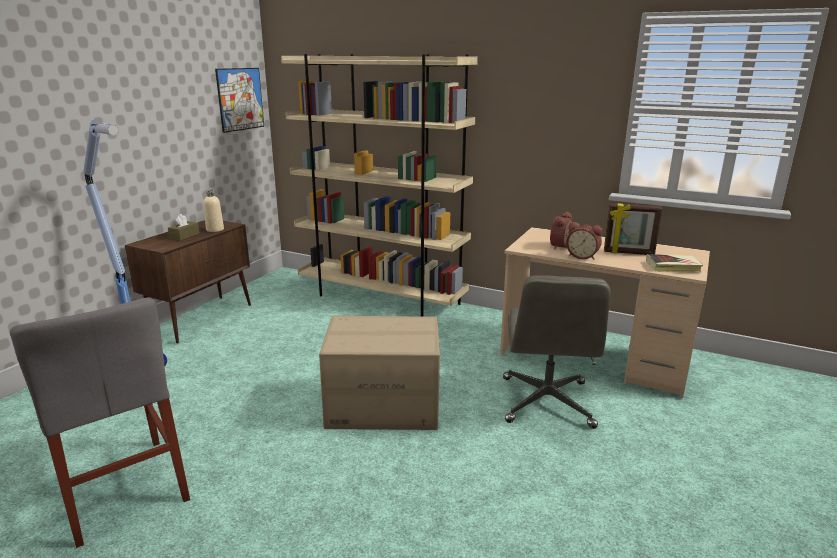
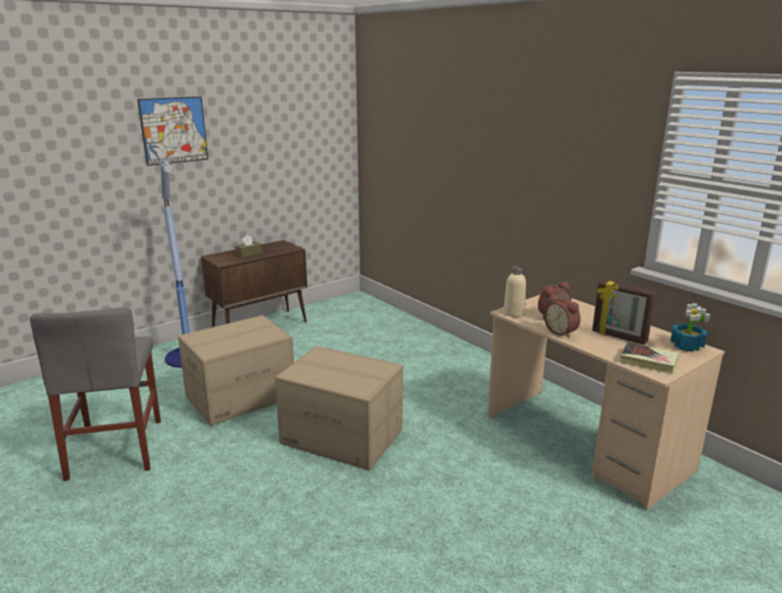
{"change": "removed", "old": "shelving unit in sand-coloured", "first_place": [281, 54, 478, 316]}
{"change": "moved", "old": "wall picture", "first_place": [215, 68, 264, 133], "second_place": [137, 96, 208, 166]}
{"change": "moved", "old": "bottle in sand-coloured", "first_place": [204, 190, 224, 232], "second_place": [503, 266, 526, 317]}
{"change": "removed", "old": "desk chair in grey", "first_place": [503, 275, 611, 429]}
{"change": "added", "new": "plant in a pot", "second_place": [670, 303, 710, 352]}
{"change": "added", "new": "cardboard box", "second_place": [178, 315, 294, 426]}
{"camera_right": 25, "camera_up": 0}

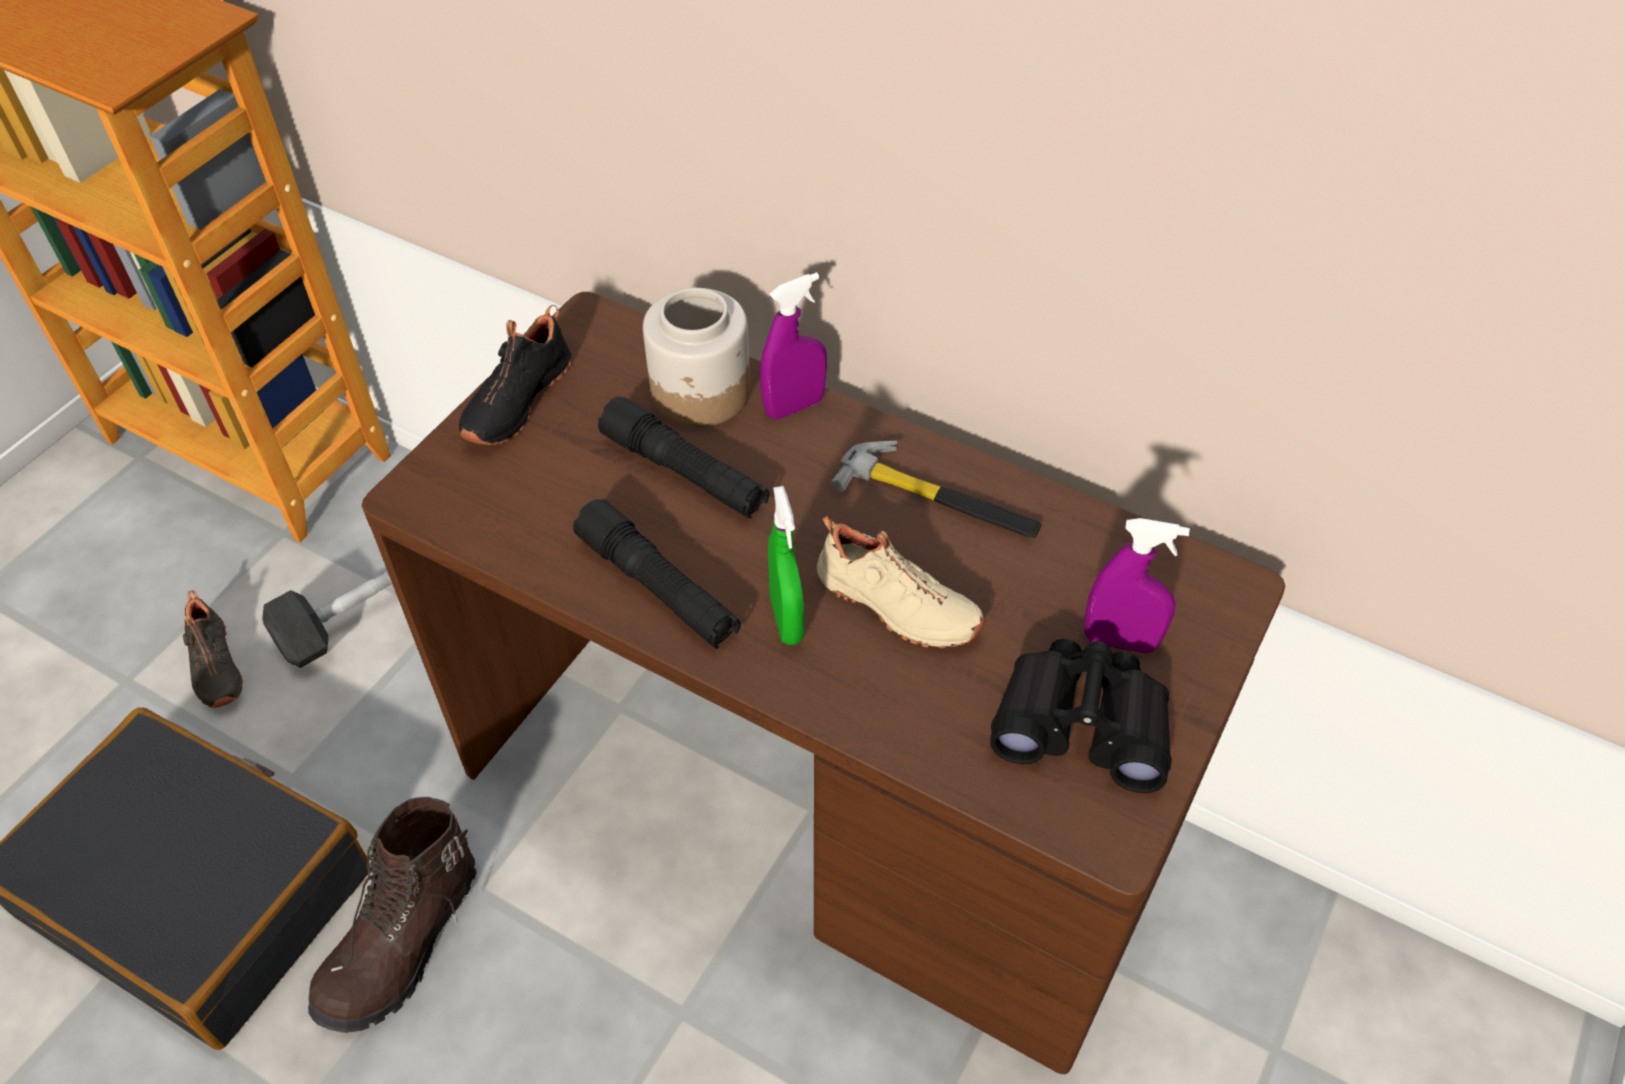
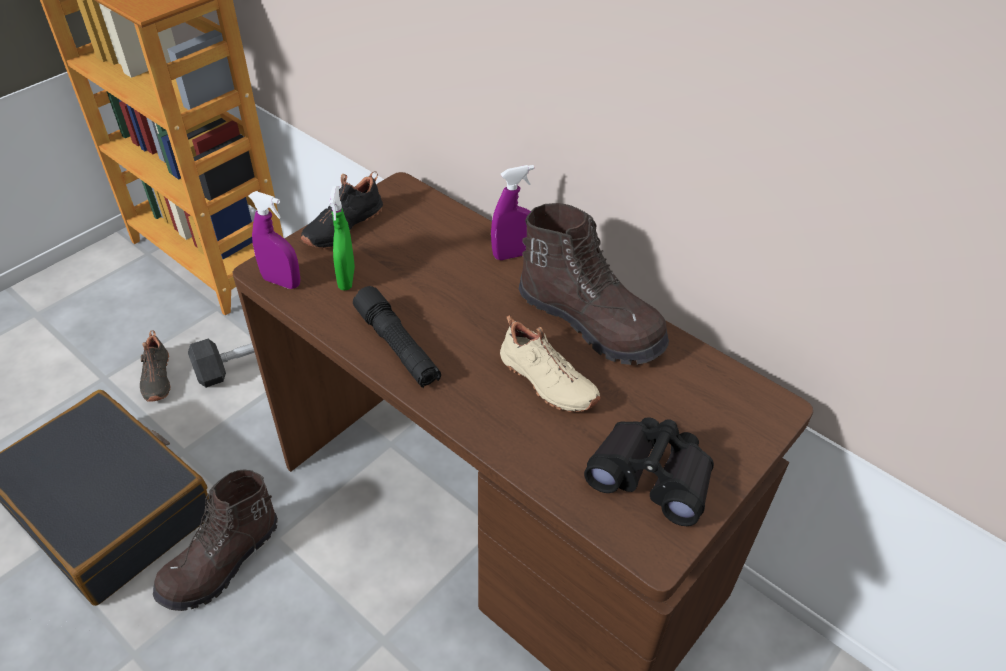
{"change": "removed", "old": "storage jar", "first_place": [643, 288, 750, 427]}
{"change": "removed", "old": "torch in blackish", "first_place": [598, 397, 769, 519]}
{"change": "replaced", "old": "hand hammer", "new": "tall boot in brown-coloured", "first_place": [830, 441, 1041, 538], "second_place": [519, 203, 669, 365]}
{"change": "moved", "old": "hand sprayer in greenish", "first_place": [768, 486, 804, 645], "second_place": [329, 186, 355, 290]}
{"change": "moved", "old": "hand sprayer in purplish", "first_place": [1084, 518, 1190, 653], "second_place": [248, 191, 300, 289]}
{"camera_right": 10, "camera_up": -5}

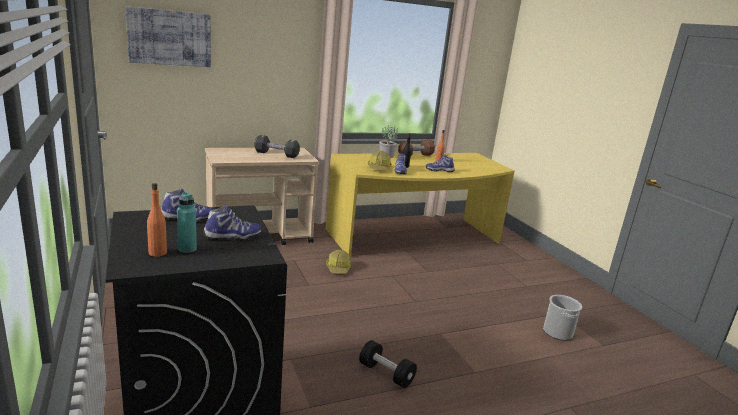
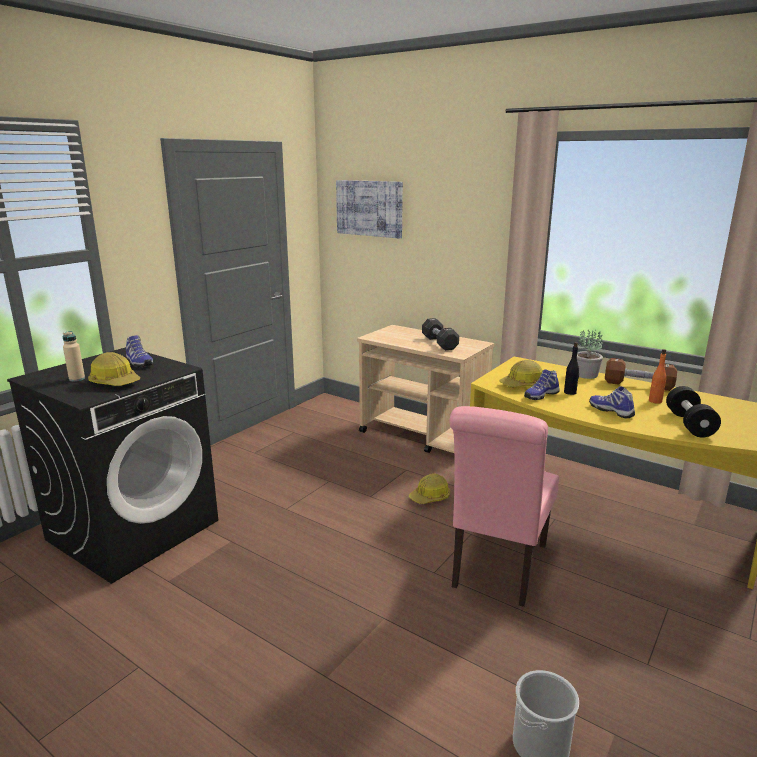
{"change": "removed", "old": "bottle in orangey", "first_place": [147, 183, 167, 257]}
{"change": "recoloured", "old": "bottle in blue-green", "new": "bottle in sand-coloured", "first_place": [177, 192, 197, 253], "second_place": [63, 331, 85, 382]}
{"change": "replaced", "old": "shoe", "new": "safety helmet", "first_place": [203, 206, 262, 241], "second_place": [88, 352, 141, 386]}
{"change": "moved", "old": "free weight in blackish", "first_place": [359, 340, 417, 388], "second_place": [666, 386, 721, 438]}
{"change": "added", "new": "upright chair in pinkish", "second_place": [449, 406, 559, 607]}
{"camera_right": 60, "camera_up": 0}

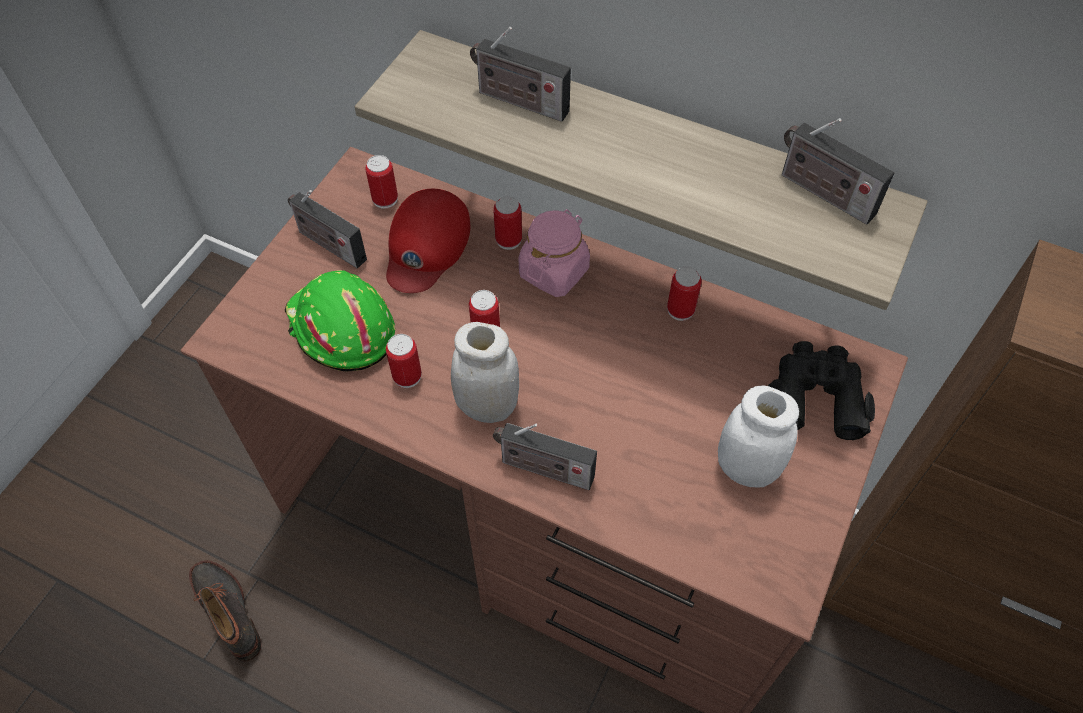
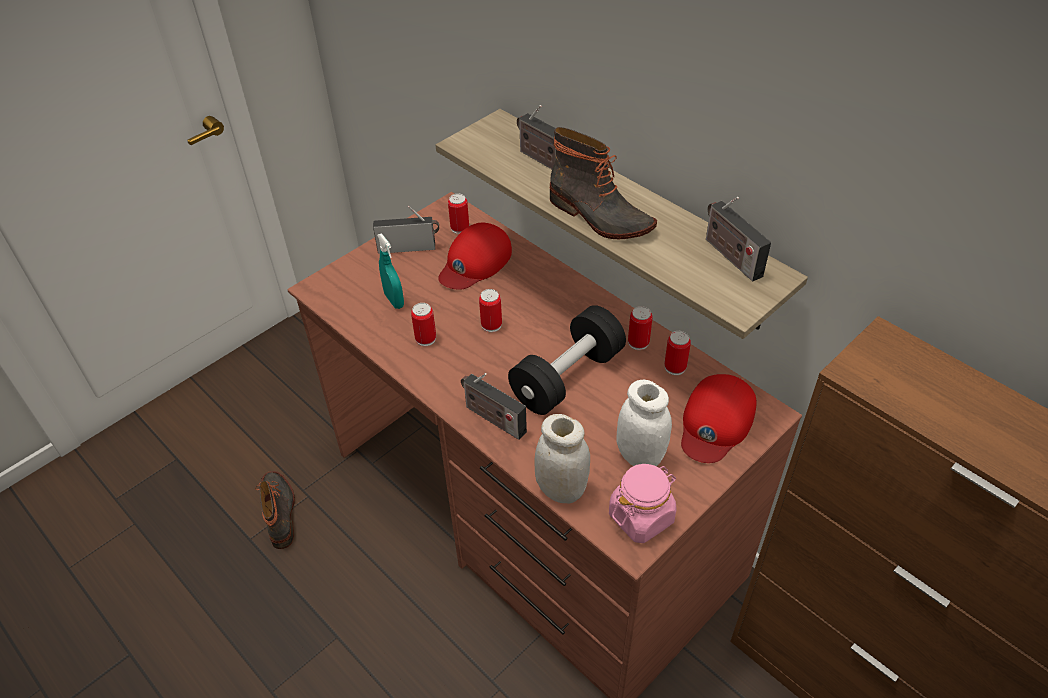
{"change": "turned", "old": "radio", "first_place": [288, 190, 367, 268], "second_place": [373, 206, 439, 254], "degrees": 120}
{"change": "moved", "old": "can", "first_place": [493, 196, 522, 250], "second_place": [664, 331, 691, 375]}
{"change": "moved", "old": "storage jar in pinkish", "first_place": [518, 209, 590, 297], "second_place": [609, 464, 676, 543]}
{"change": "replaced", "old": "safety helmet in greenish", "new": "hand sprayer in blue-green", "first_place": [285, 270, 395, 371], "second_place": [377, 233, 404, 309]}
{"change": "moved", "old": "storage jar in white-coloured", "first_place": [451, 322, 519, 423], "second_place": [534, 414, 590, 503]}
{"change": "replaced", "old": "pair of binoculars in blackish", "new": "baseball cap in red", "first_place": [768, 341, 875, 440], "second_place": [681, 374, 757, 463]}
{"change": "added", "new": "tall boot", "second_place": [550, 127, 657, 239]}
{"change": "added", "new": "free weight in blackish", "second_place": [508, 305, 626, 415]}
{"camera_right": 20, "camera_up": -10}

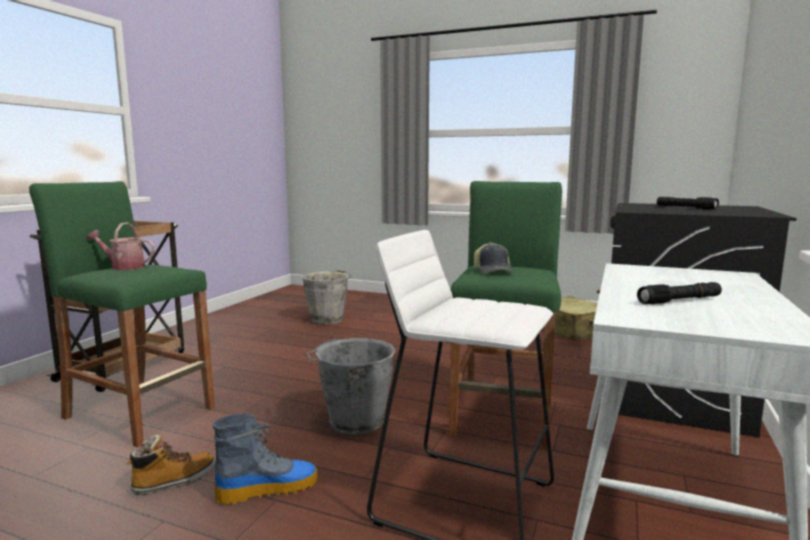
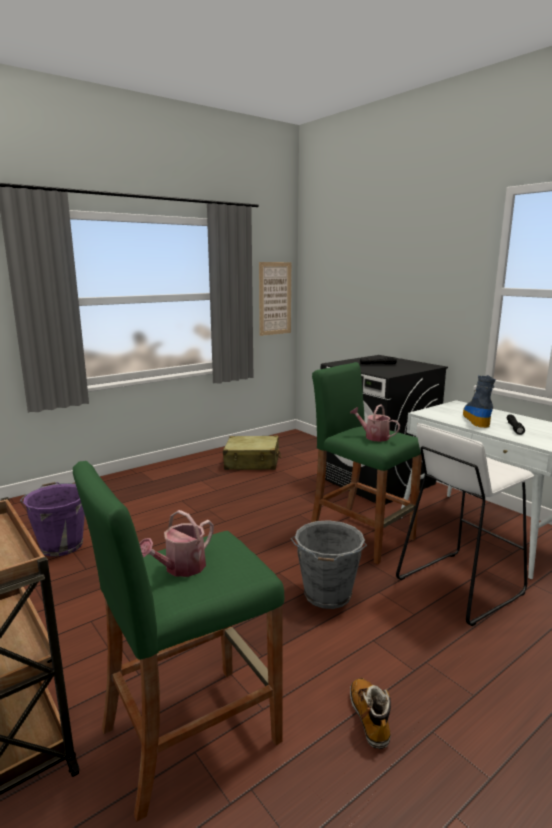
{"change": "replaced", "old": "baseball cap", "new": "watering can", "first_place": [474, 242, 514, 274], "second_place": [350, 404, 400, 442]}
{"change": "recoloured", "old": "pail in grey", "new": "pail in purplish", "first_place": [301, 270, 351, 325], "second_place": [20, 482, 85, 557]}
{"change": "moved", "old": "tall boot", "first_place": [213, 413, 318, 505], "second_place": [463, 375, 496, 428]}
{"change": "added", "new": "wall picture", "second_place": [259, 262, 291, 336]}
{"camera_right": -60, "camera_up": 5}

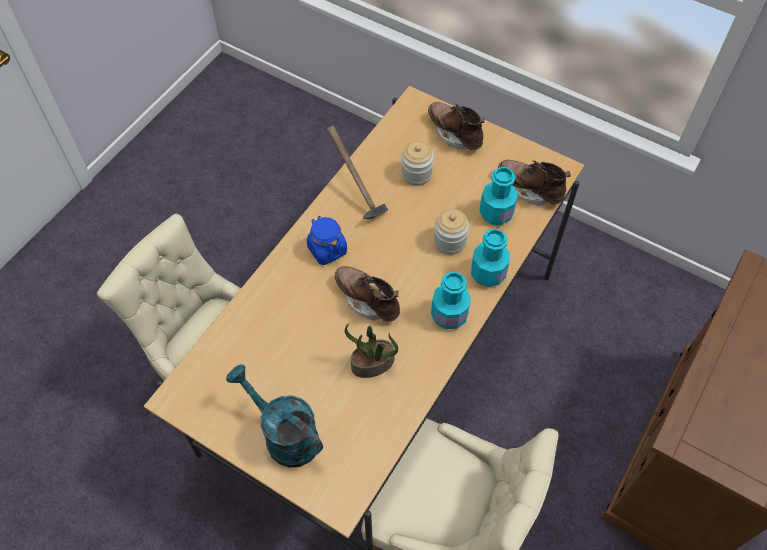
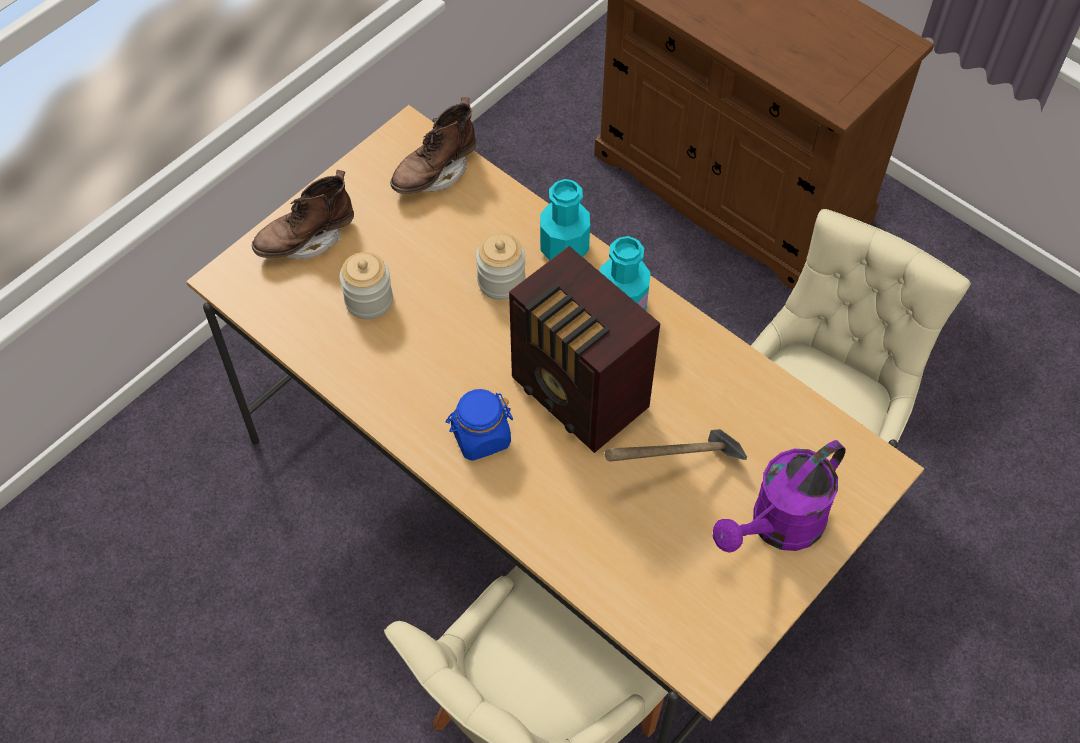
{"change": "moved", "old": "hand hammer", "first_place": [327, 126, 388, 219], "second_place": [605, 429, 747, 461]}
{"change": "removed", "old": "bottle in blue-green", "first_place": [479, 167, 518, 225]}
{"change": "replaced", "old": "tall boot in brown-coloured", "new": "radio", "first_place": [334, 266, 400, 322], "second_place": [509, 246, 660, 453]}
{"change": "removed", "old": "plant in a pot", "first_place": [345, 324, 398, 378]}
{"change": "recoloured", "old": "watering can in blue-green", "new": "watering can in purplish", "first_place": [226, 364, 323, 467], "second_place": [713, 440, 846, 553]}
{"camera_right": -80, "camera_up": 0}

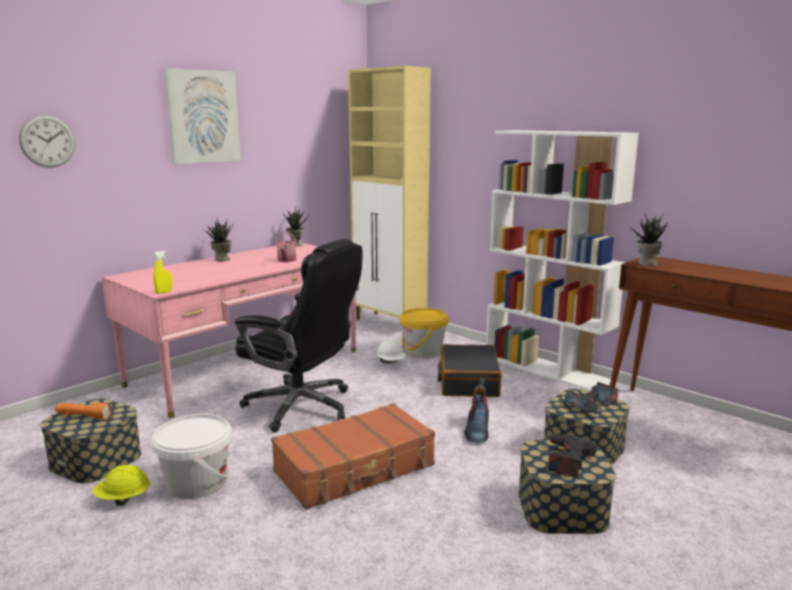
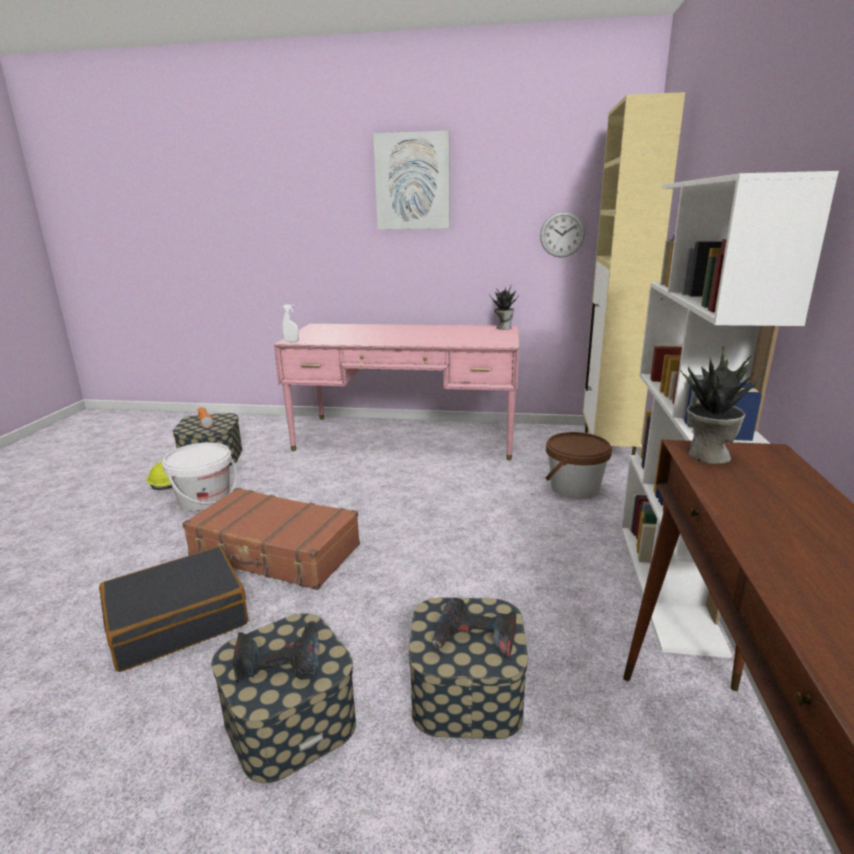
{"change": "moved", "old": "clock on the wall", "first_place": [19, 115, 75, 168], "second_place": [540, 211, 585, 257]}
{"change": "removed", "old": "plant in a pot", "first_place": [202, 217, 233, 262]}
{"change": "removed", "old": "watering can", "first_place": [275, 232, 297, 262]}
{"change": "removed", "old": "desk chair in blackish", "first_place": [235, 239, 362, 433]}
{"change": "recoloured", "old": "hand sprayer in yellowish", "new": "hand sprayer in white-coloured", "first_place": [153, 250, 172, 294], "second_place": [282, 304, 299, 342]}
{"change": "recoloured", "old": "pail in yellowish", "new": "pail in brown-coloured", "first_place": [400, 308, 449, 357], "second_place": [546, 432, 612, 499]}
{"change": "removed", "old": "safety helmet in white-coloured", "first_place": [377, 339, 406, 363]}
{"change": "moved", "old": "suitcase in blackish", "first_place": [437, 344, 502, 397], "second_place": [99, 547, 248, 672]}
{"change": "removed", "old": "tall boot", "first_place": [464, 377, 489, 443]}
{"camera_right": 55, "camera_up": 5}

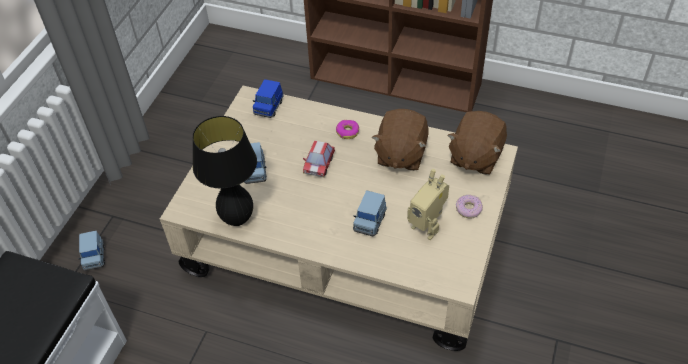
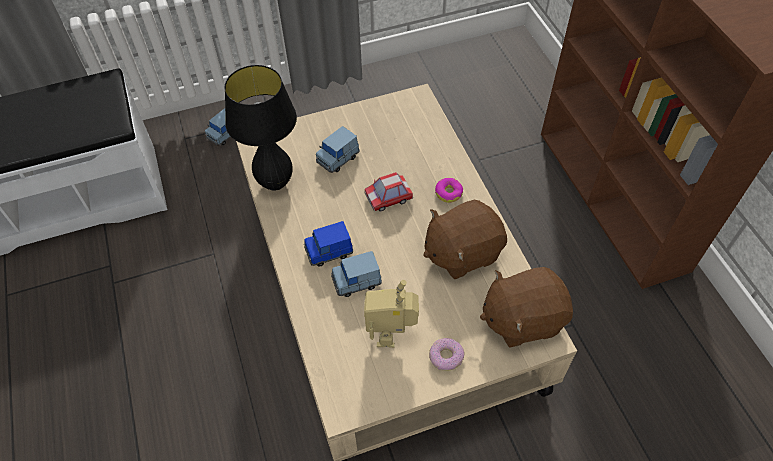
{"change": "moved", "old": "miniature car in blue-coloured", "first_place": [253, 79, 284, 118], "second_place": [304, 221, 353, 267]}
{"camera_right": 50, "camera_up": 5}

